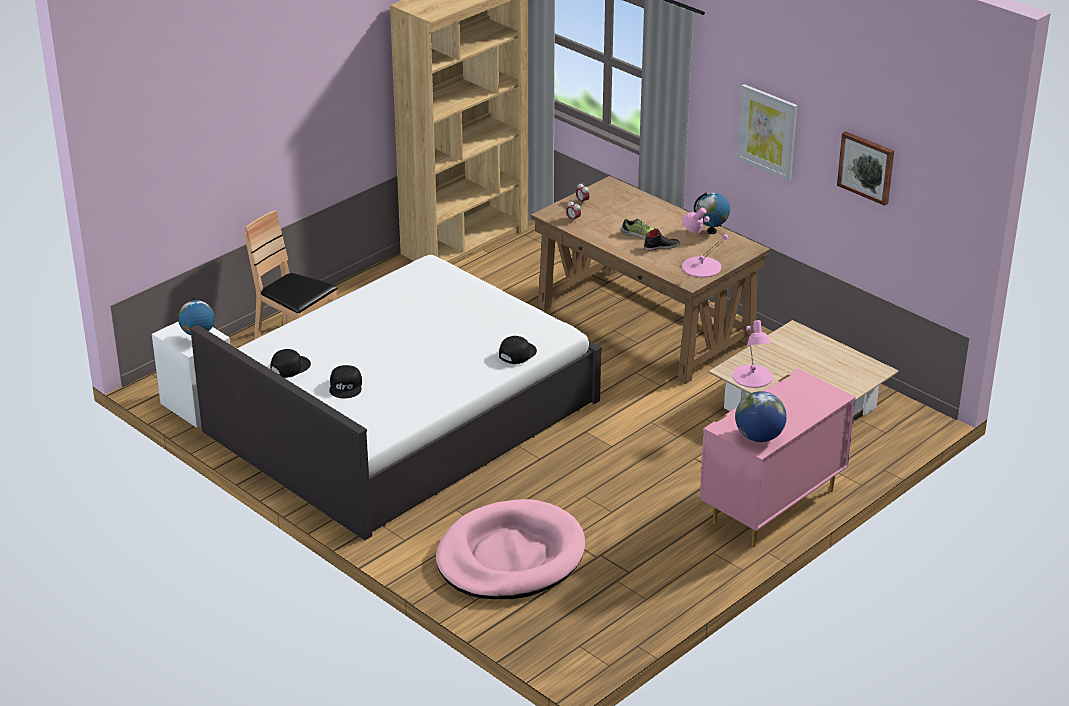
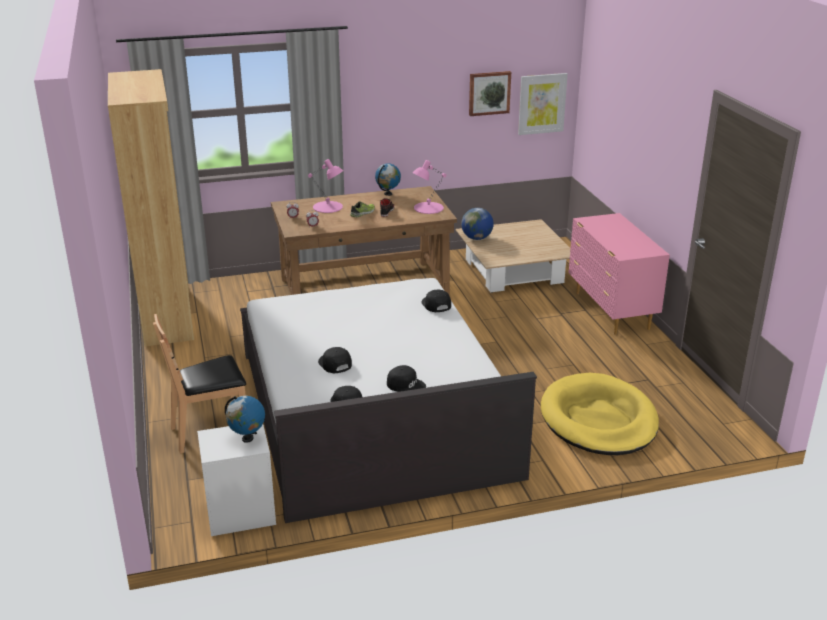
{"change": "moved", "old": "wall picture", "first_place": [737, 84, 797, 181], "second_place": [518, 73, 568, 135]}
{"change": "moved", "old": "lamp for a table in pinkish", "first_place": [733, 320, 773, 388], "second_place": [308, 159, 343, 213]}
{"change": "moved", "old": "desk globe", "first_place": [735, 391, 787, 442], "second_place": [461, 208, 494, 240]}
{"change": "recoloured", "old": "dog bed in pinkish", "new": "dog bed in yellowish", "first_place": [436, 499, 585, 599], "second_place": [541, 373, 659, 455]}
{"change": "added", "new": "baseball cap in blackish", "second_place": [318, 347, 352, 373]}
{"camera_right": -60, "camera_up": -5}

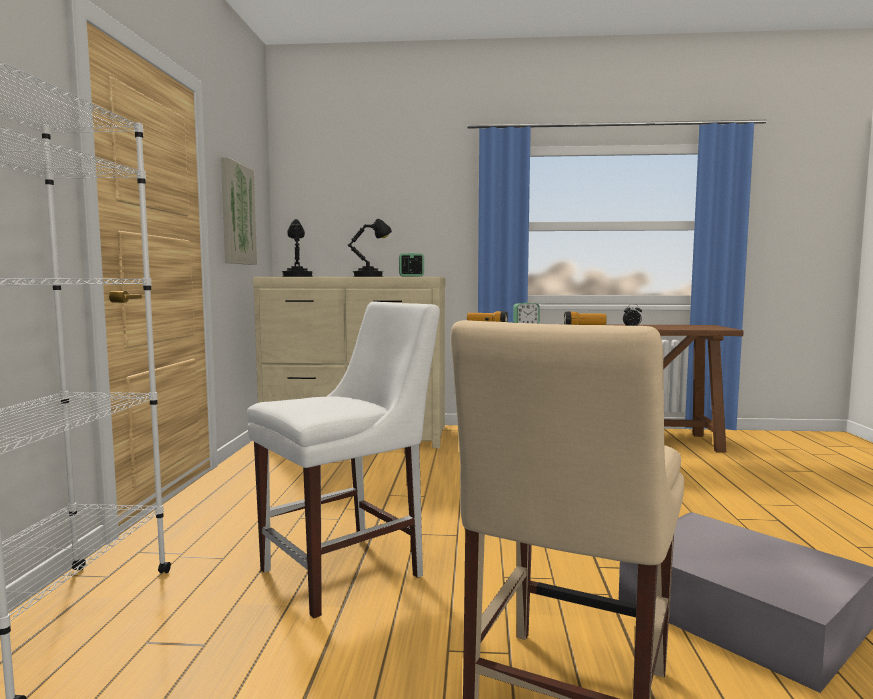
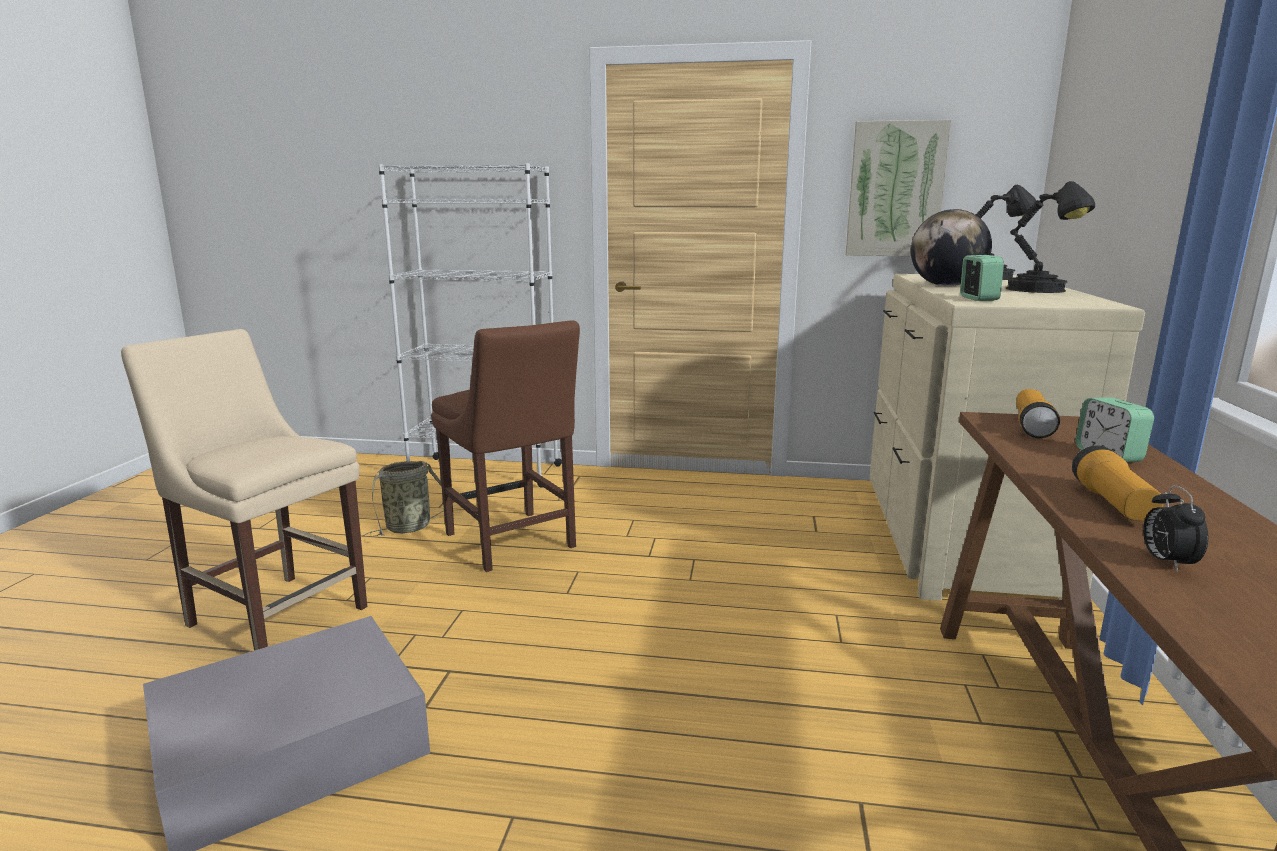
{"change": "recoloured", "old": "upright chair in white-coloured", "new": "upright chair in brown-coloured", "first_place": [247, 302, 440, 619], "second_place": [431, 320, 580, 572]}
{"change": "added", "new": "desk globe", "second_place": [911, 209, 992, 286]}
{"change": "added", "new": "storage basket", "second_place": [364, 461, 456, 537]}
{"camera_right": 95, "camera_up": 10}

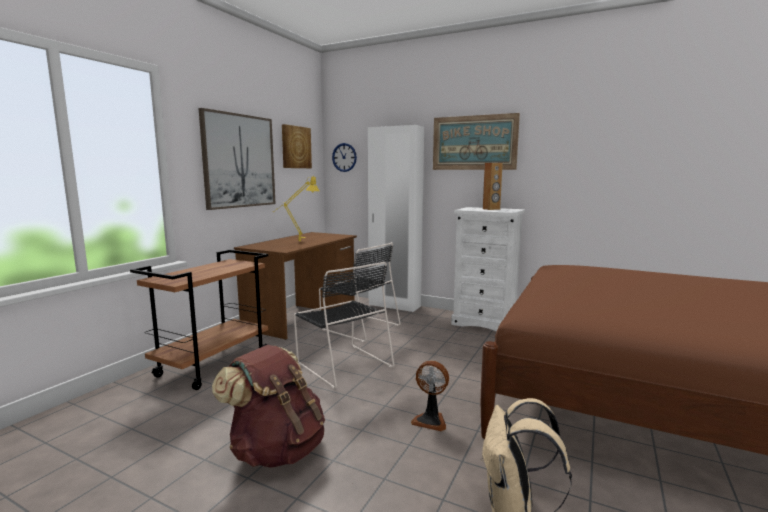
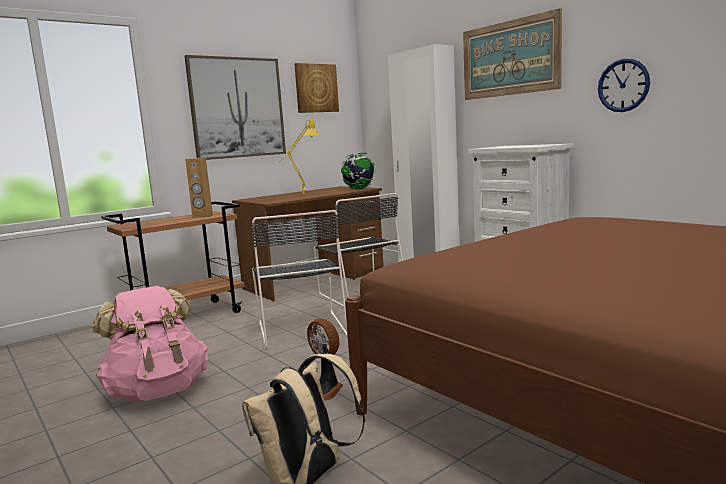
{"change": "moved", "old": "clock on the wall", "first_place": [332, 143, 357, 172], "second_place": [598, 59, 650, 112]}
{"change": "moved", "old": "audio speaker in brown-coloured", "first_place": [483, 163, 503, 210], "second_place": [185, 158, 213, 218]}
{"change": "recoloured", "old": "rucksack in brown-coloured", "new": "rucksack in pinkish", "first_place": [212, 345, 325, 468], "second_place": [92, 286, 208, 402]}
{"change": "added", "new": "desk globe", "second_place": [341, 152, 376, 189]}
{"camera_right": 25, "camera_up": 0}

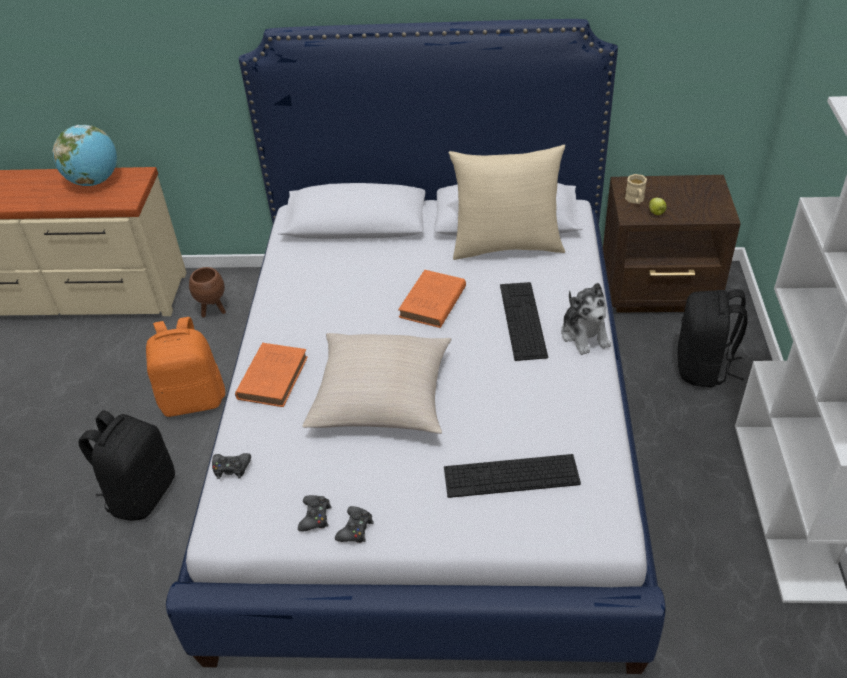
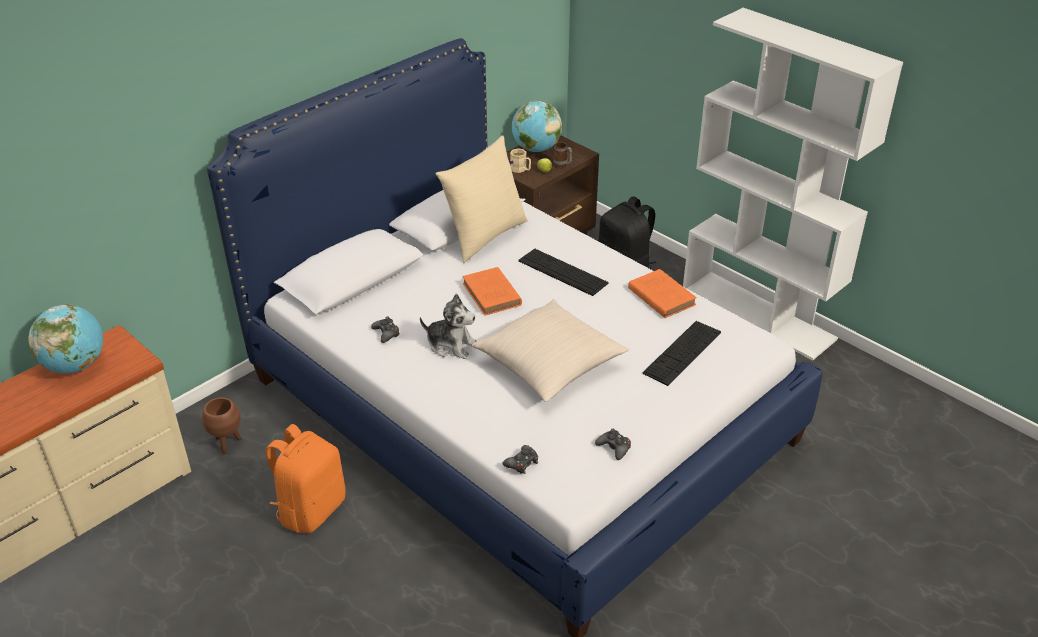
{"change": "moved", "old": "plush toy", "first_place": [561, 283, 611, 355], "second_place": [420, 294, 477, 359]}
{"change": "moved", "old": "volume in orangey", "first_place": [235, 343, 308, 407], "second_place": [628, 269, 697, 318]}
{"change": "removed", "old": "rucksack in blackish", "first_place": [78, 410, 175, 521]}
{"change": "moved", "old": "gamepad in blackish", "first_place": [335, 506, 374, 543], "second_place": [371, 317, 400, 343]}
{"change": "added", "new": "desk globe", "second_place": [512, 101, 562, 152]}
{"change": "added", "new": "mug", "second_place": [553, 142, 572, 169]}
{"camera_right": -50, "camera_up": -5}

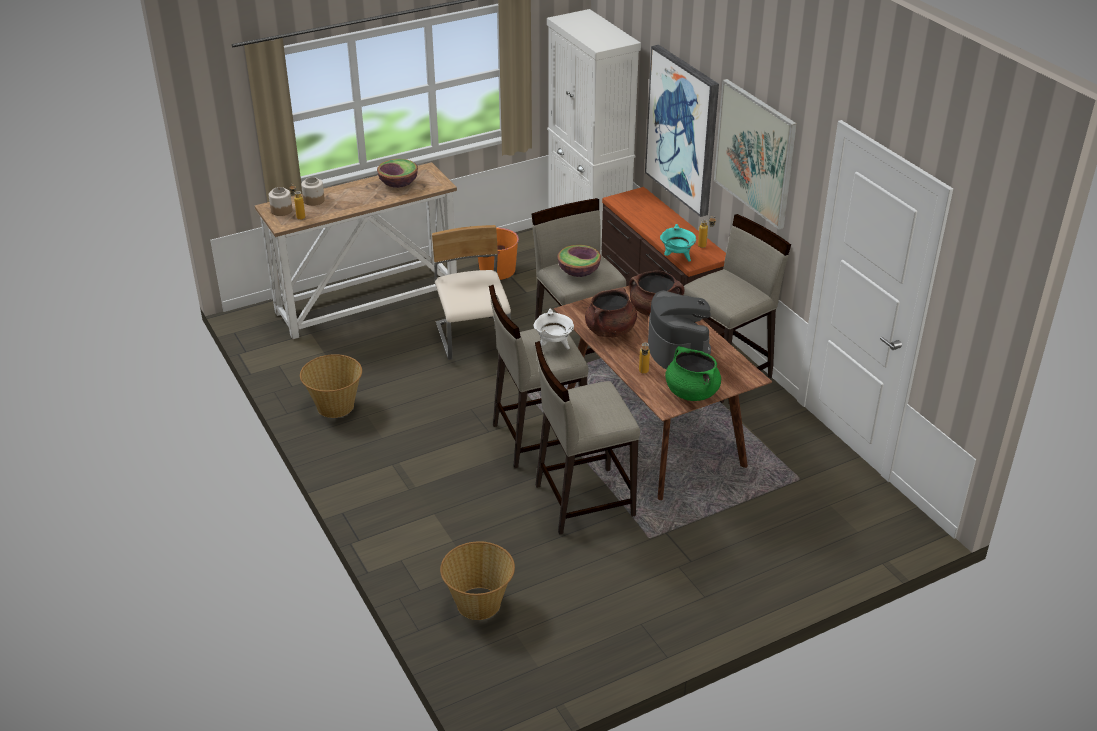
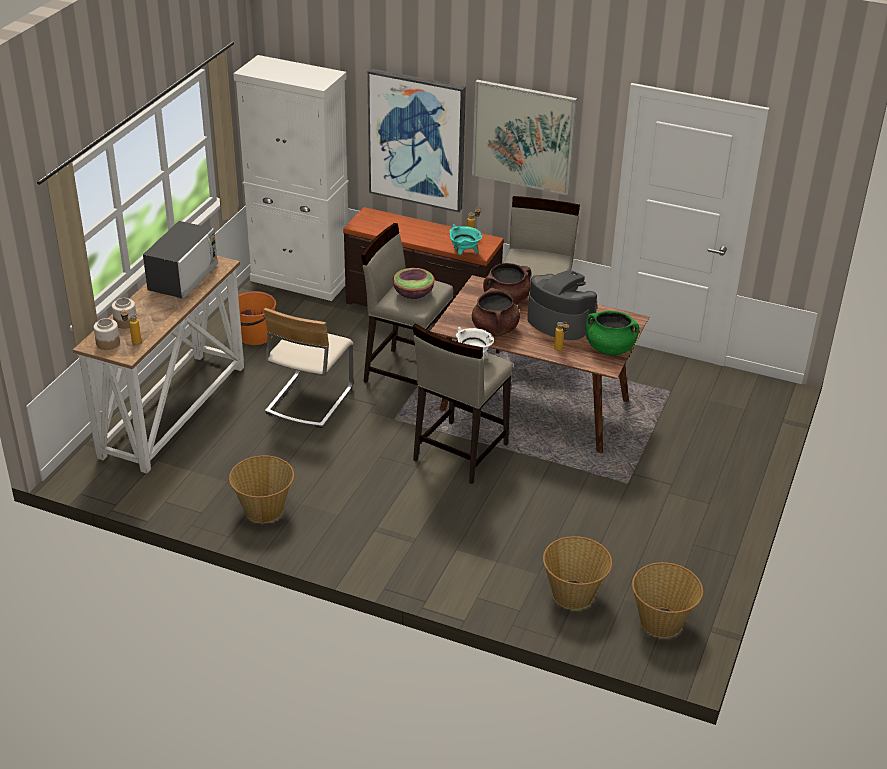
{"change": "replaced", "old": "serving bowl", "new": "microwave", "first_place": [377, 159, 418, 188], "second_place": [143, 221, 218, 298]}
{"change": "turned", "old": "upright chair in sand-coloured", "first_place": [432, 225, 511, 360], "second_place": [264, 308, 353, 428], "degrees": -105}
{"change": "removed", "old": "stool seat in sand-coloured", "first_place": [535, 341, 640, 535]}
{"change": "added", "new": "storage basket", "second_place": [632, 562, 703, 638]}
{"camera_right": -40, "camera_up": 0}

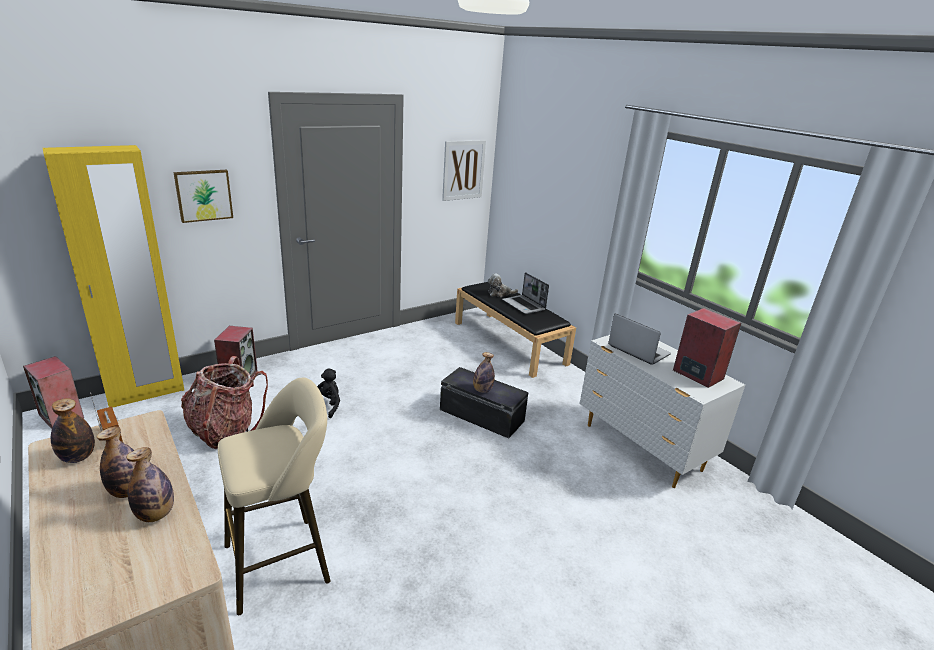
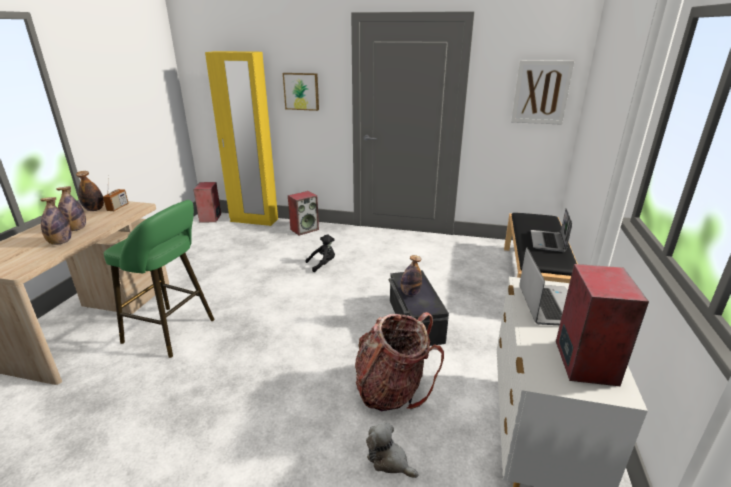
{"change": "moved", "old": "plush toy", "first_place": [488, 273, 518, 297], "second_place": [366, 421, 419, 478]}
{"change": "moved", "old": "rucksack", "first_place": [181, 356, 268, 449], "second_place": [355, 312, 444, 412]}
{"change": "recoloured", "old": "stool seat in sand-coloured", "new": "stool seat in greenish", "first_place": [218, 377, 331, 615], "second_place": [104, 200, 215, 358]}
{"camera_right": 50, "camera_up": 0}

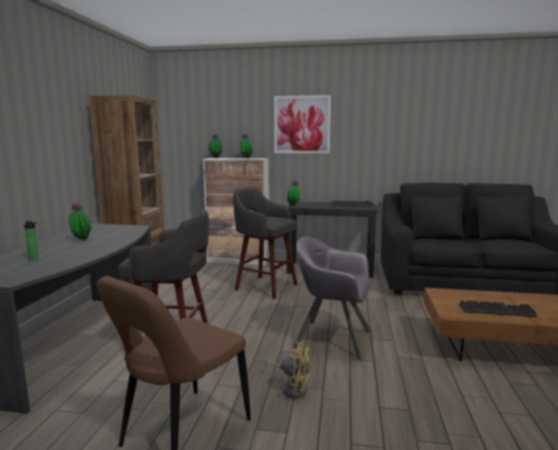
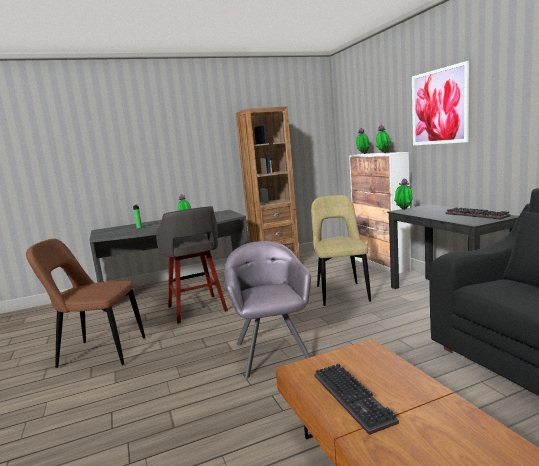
{"change": "replaced", "old": "stool seat in grey", "new": "upright chair in sand-coloured", "first_place": [233, 188, 298, 299], "second_place": [311, 195, 371, 306]}
{"change": "removed", "old": "cooling fan in yellowish", "first_place": [265, 341, 312, 399]}
{"camera_right": 60, "camera_up": 0}

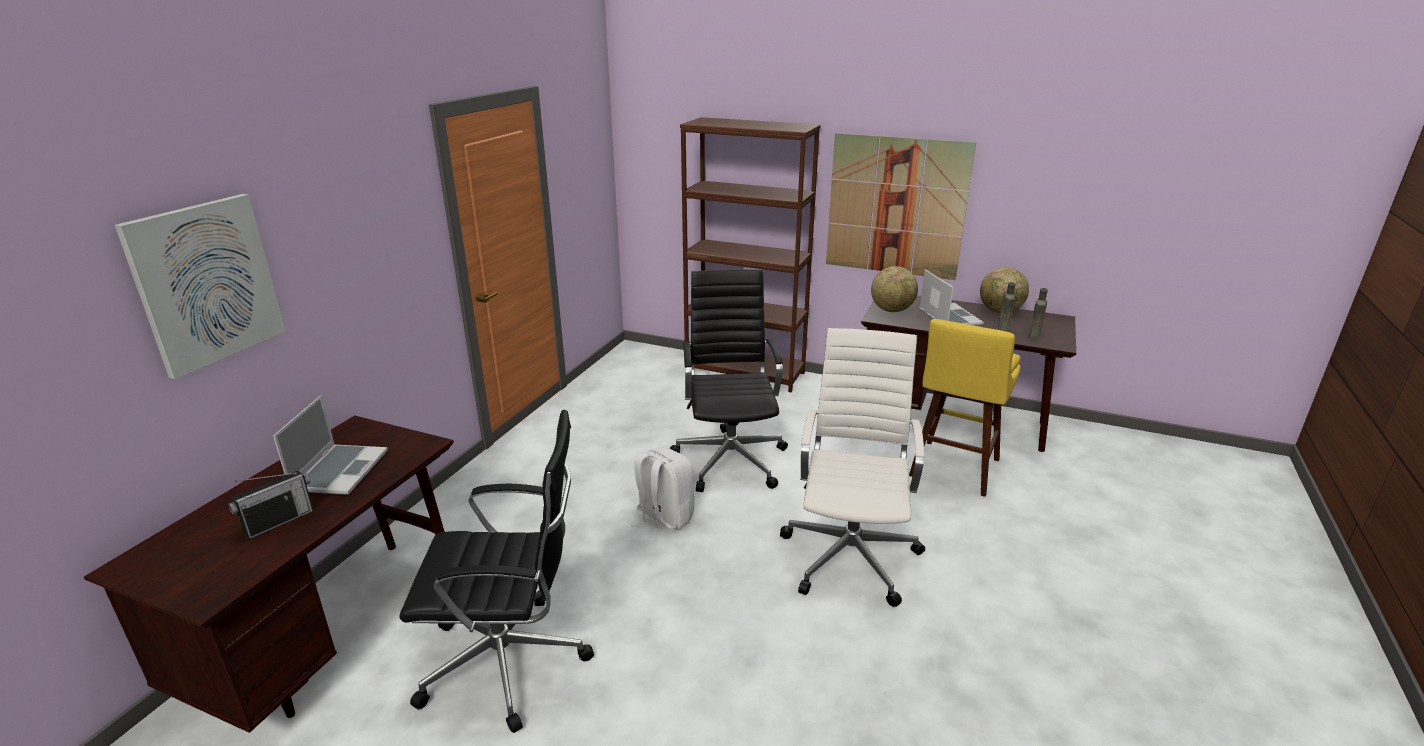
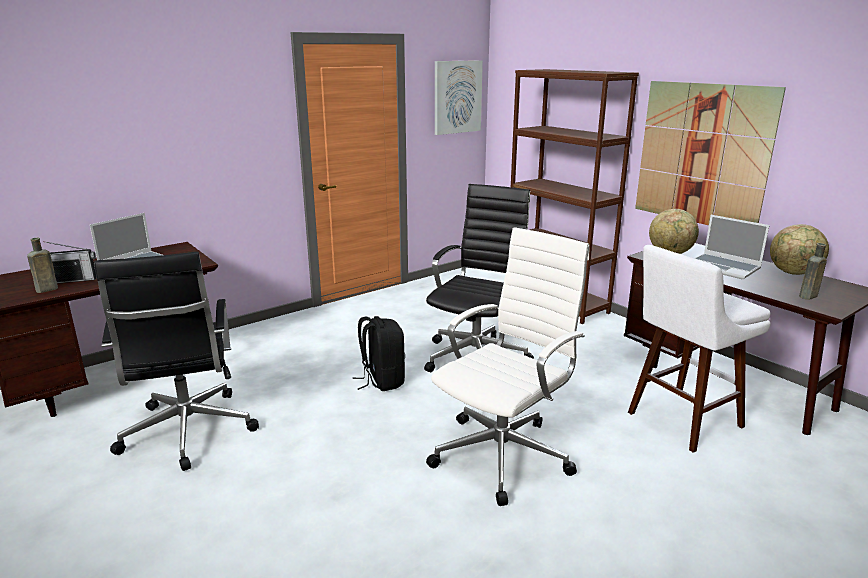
{"change": "moved", "old": "wall picture", "first_place": [115, 194, 286, 379], "second_place": [435, 60, 483, 135]}
{"change": "turned", "old": "portable computer", "first_place": [919, 269, 984, 326], "second_place": [694, 215, 770, 280], "degrees": 120}
{"change": "moved", "old": "bottle in brown-coloured", "first_place": [998, 282, 1016, 332], "second_place": [27, 238, 58, 293]}
{"change": "recoloured", "old": "stool seat in yellowish", "new": "stool seat in white-coloured", "first_place": [909, 319, 1021, 497], "second_place": [628, 245, 771, 453]}
{"change": "turned", "old": "desk chair in blackish", "first_place": [399, 410, 594, 733], "second_place": [94, 252, 259, 471], "degrees": 45}
{"change": "recoloured", "old": "rucksack in white-coloured", "new": "rucksack in blackish", "first_place": [631, 447, 695, 538], "second_place": [353, 316, 405, 391]}
{"camera_right": 30, "camera_up": -5}

